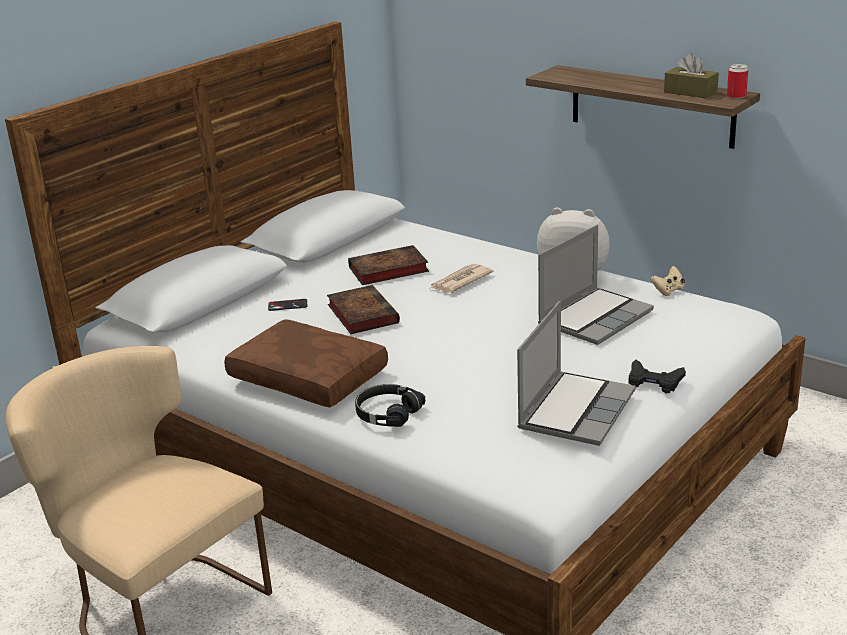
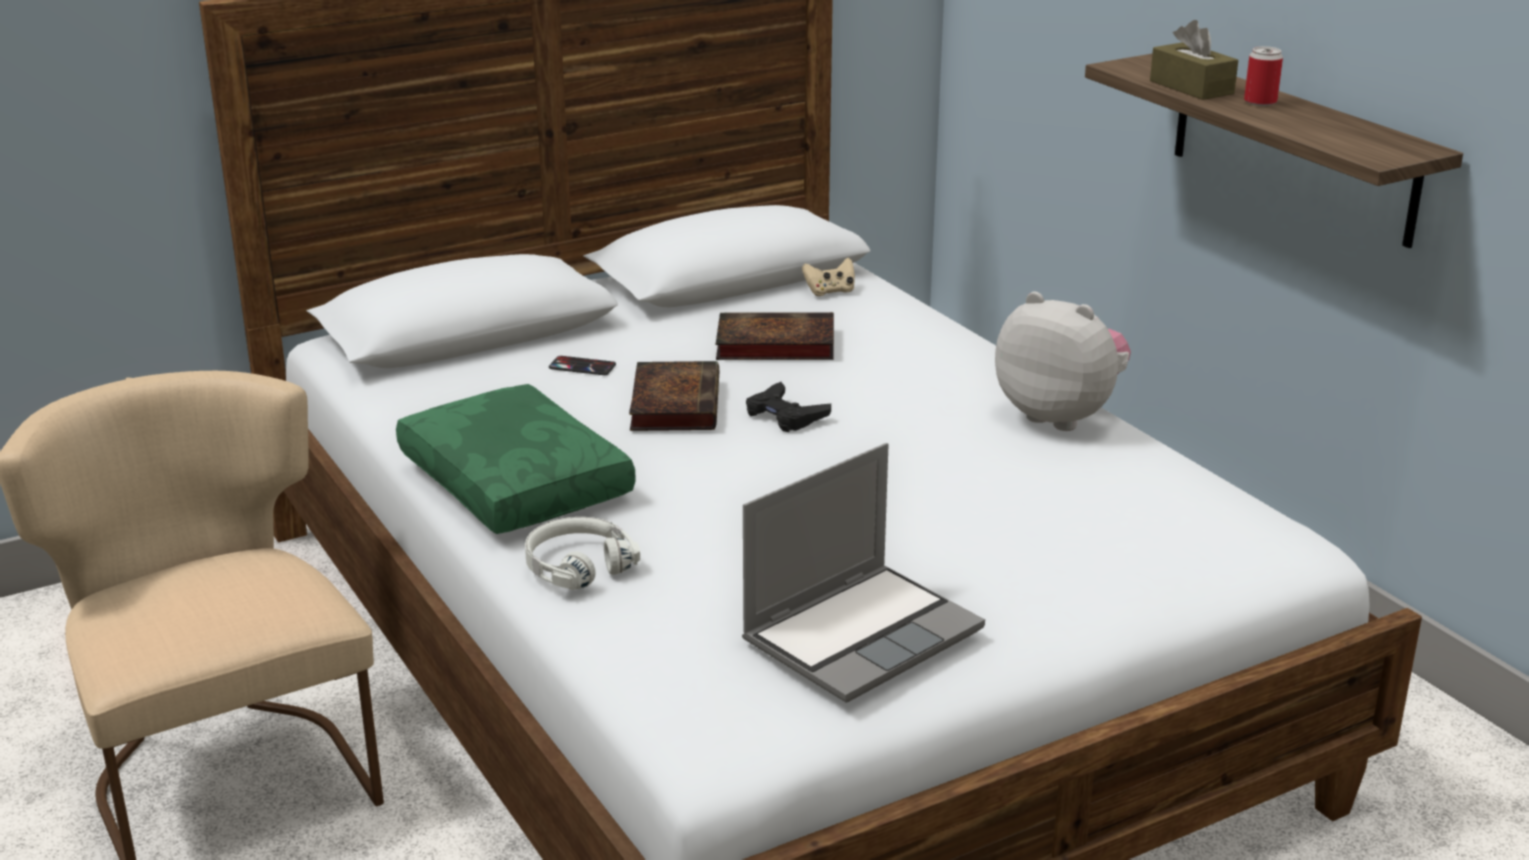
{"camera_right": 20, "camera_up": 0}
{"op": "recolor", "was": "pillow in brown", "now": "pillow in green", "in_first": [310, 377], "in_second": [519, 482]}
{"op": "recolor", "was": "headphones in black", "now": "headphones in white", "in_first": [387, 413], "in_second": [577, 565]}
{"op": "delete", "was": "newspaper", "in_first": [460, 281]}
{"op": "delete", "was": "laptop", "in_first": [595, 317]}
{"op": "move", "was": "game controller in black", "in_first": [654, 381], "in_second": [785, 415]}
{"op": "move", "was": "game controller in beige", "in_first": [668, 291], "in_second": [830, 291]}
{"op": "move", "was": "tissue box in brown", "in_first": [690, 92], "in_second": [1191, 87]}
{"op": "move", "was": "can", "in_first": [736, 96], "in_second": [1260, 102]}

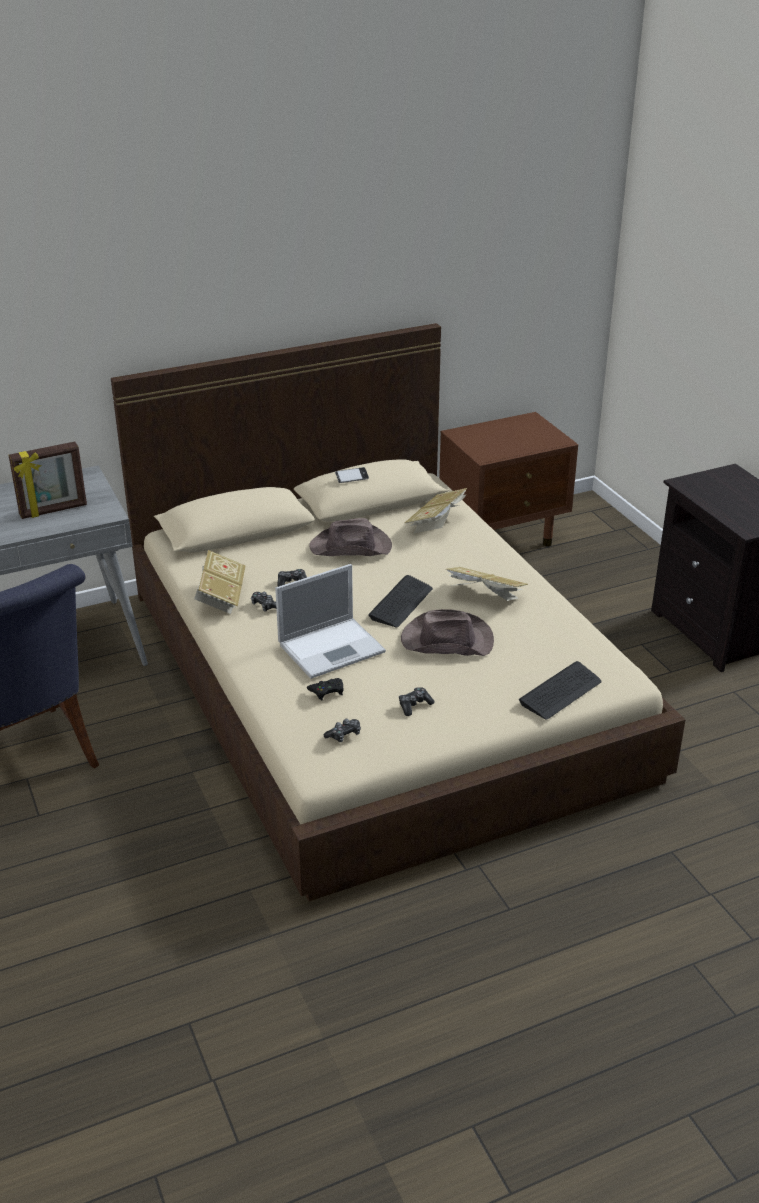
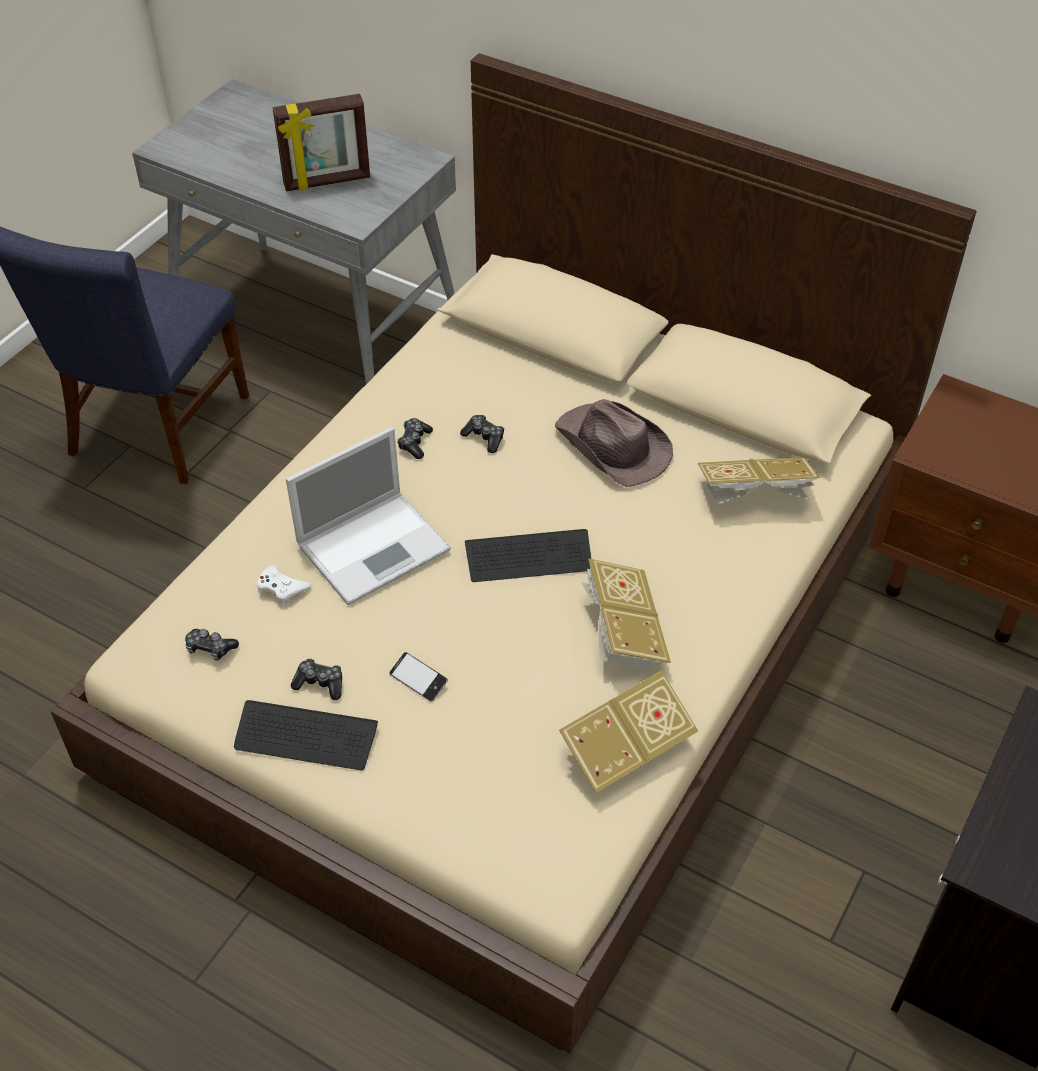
{"camera_right": 55, "camera_up": 15}
{"op": "rotate", "was": "picture frame", "in_first": [53, 510], "in_second": [327, 182], "clockwise": -45}
{"op": "move", "was": "book", "in_first": [221, 596], "in_second": [624, 749]}
{"op": "rotate", "was": "laptop", "in_first": [333, 647], "in_second": [375, 546], "clockwise": -60}
{"op": "recolor", "was": "game controller in black", "now": "game controller in white", "in_first": [327, 691], "in_second": [282, 588]}
{"op": "move", "was": "phone", "in_first": [352, 478], "in_second": [418, 680]}
{"op": "delete", "was": "hat in brown", "in_first": [446, 640]}
{"op": "move", "was": "keyboard", "in_first": [560, 692], "in_second": [306, 737]}

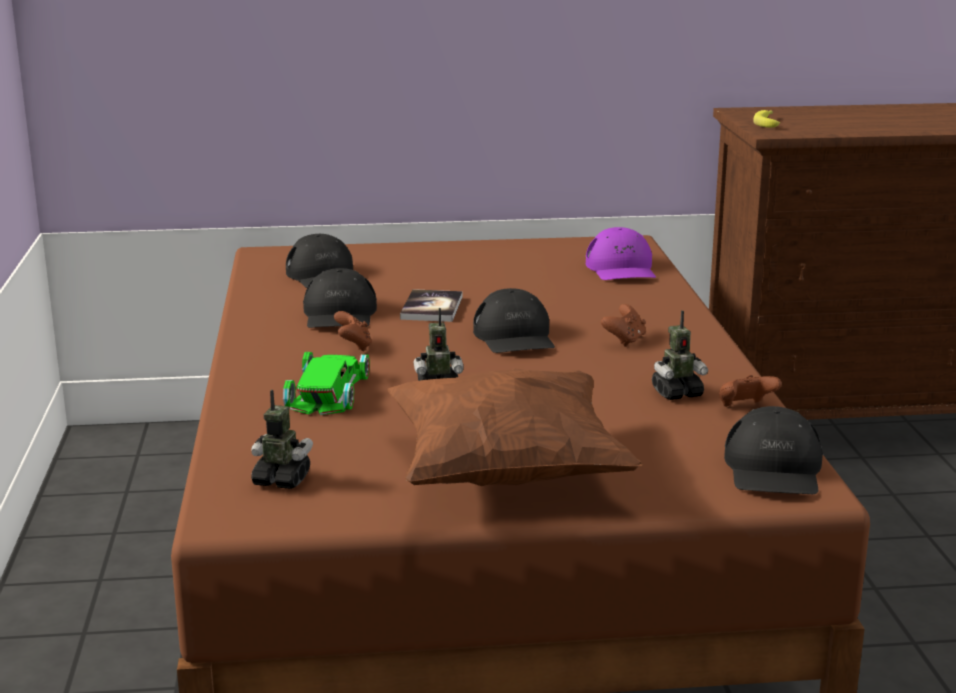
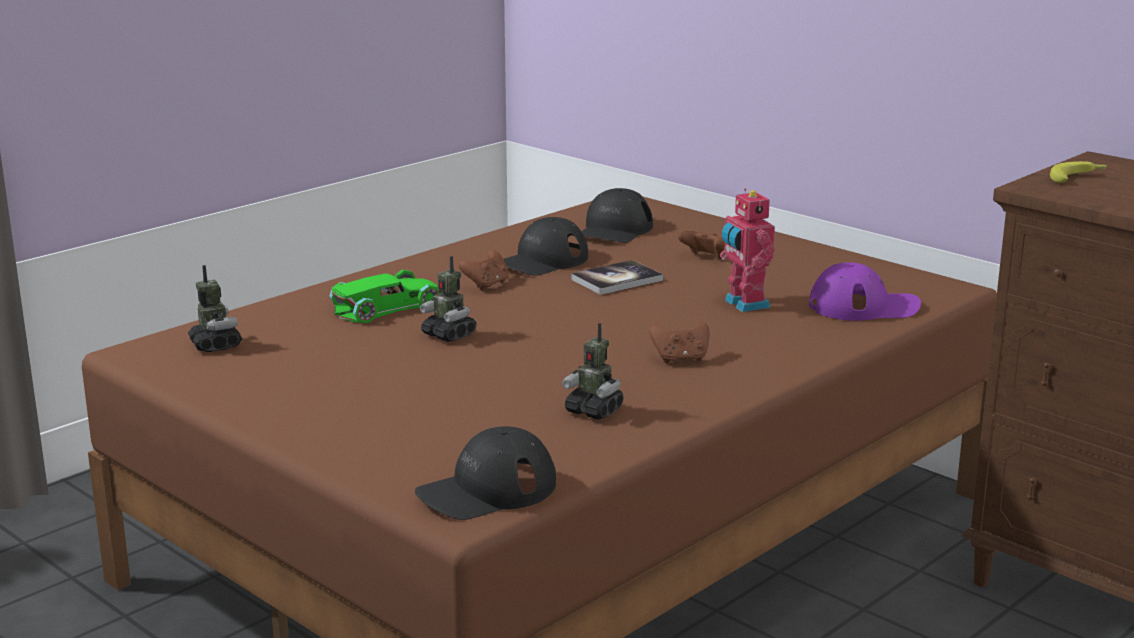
{"camera_right": 50, "camera_up": 0}
{"op": "delete", "was": "pillow in brown", "in_first": [506, 472]}
{"op": "delete", "was": "cap in black", "in_first": [515, 337]}
{"op": "rotate", "was": "cap in purple", "in_first": [621, 269], "in_second": [864, 306], "clockwise": -135}
{"op": "move", "was": "game controller in brown", "in_first": [745, 407], "in_second": [704, 258]}
{"op": "insert", "now": "toy robot", "in_second": [744, 304]}

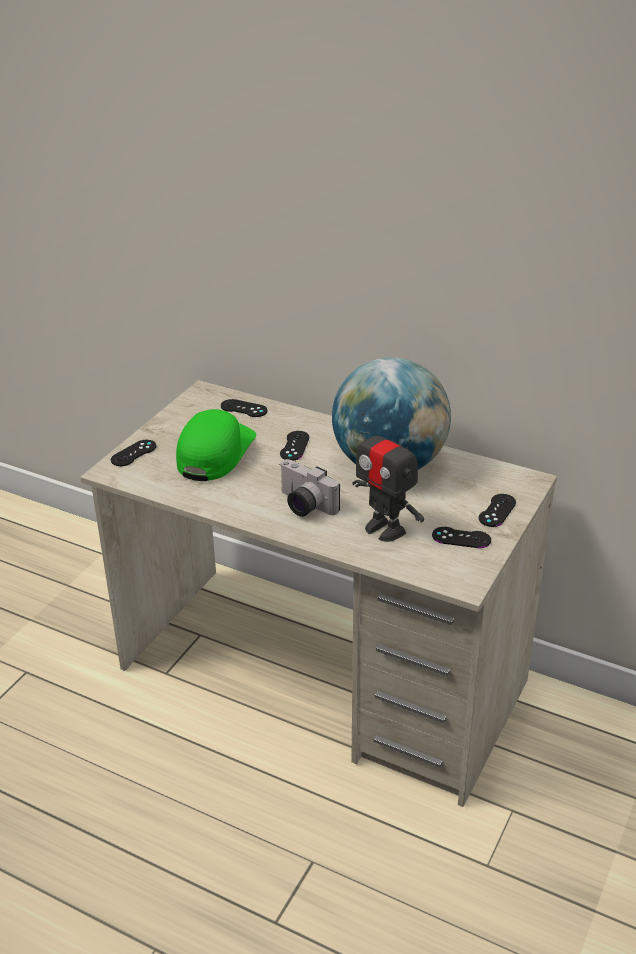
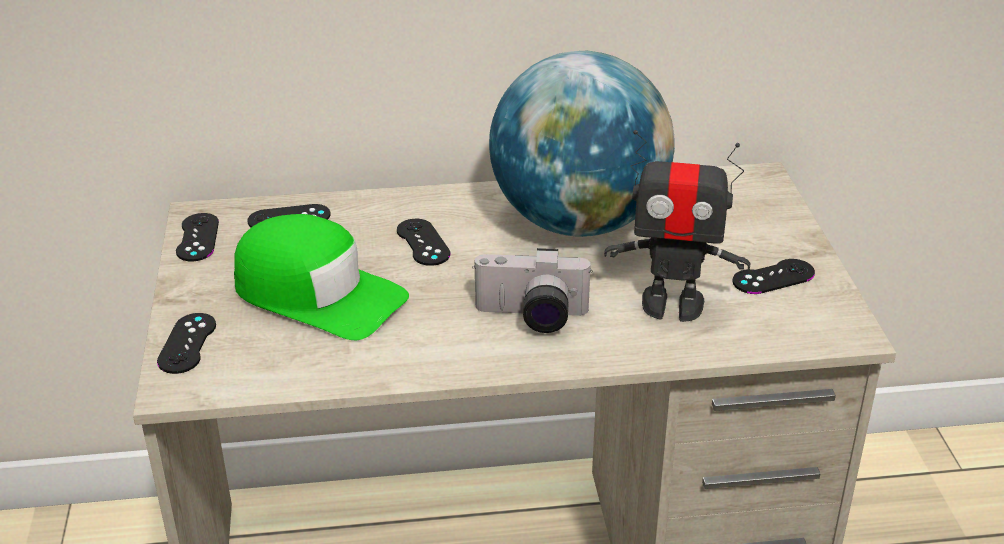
{"camera_right": -35, "camera_up": 0}
{"op": "rotate", "was": "cap in green", "in_first": [215, 452], "in_second": [317, 294], "clockwise": 135}
{"op": "move", "was": "game controller in black", "in_first": [497, 510], "in_second": [197, 237]}

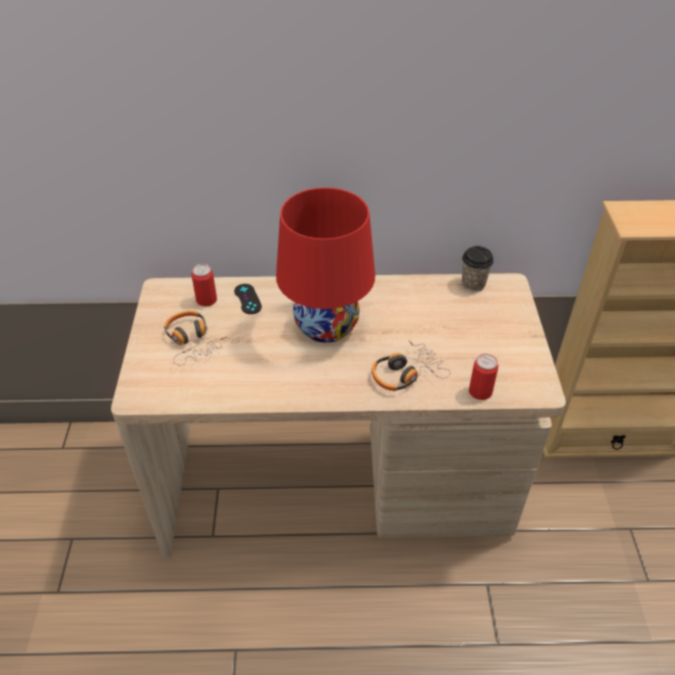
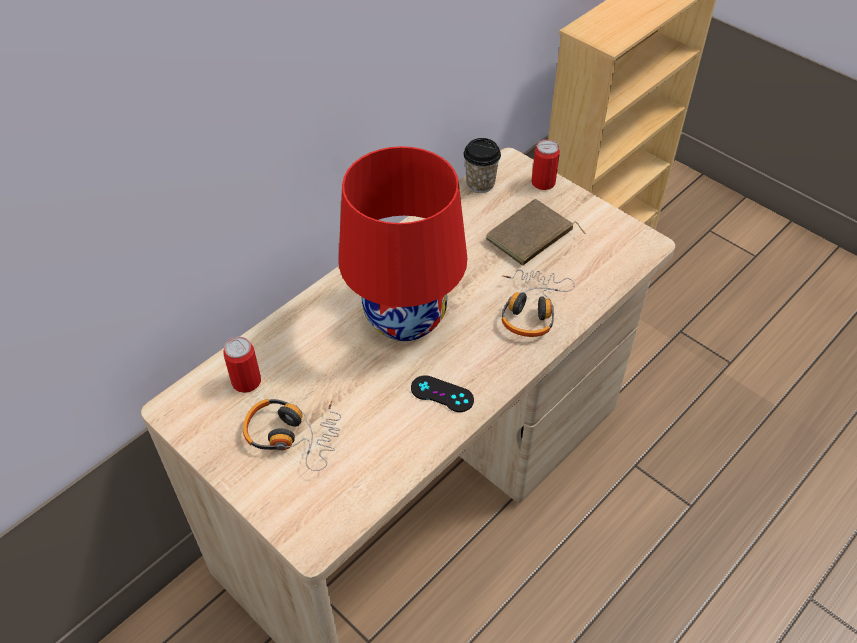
{"camera_right": -45, "camera_up": 5}
{"op": "move", "was": "game controller in black", "in_first": [247, 299], "in_second": [442, 394]}
{"op": "move", "was": "can", "in_first": [480, 391], "in_second": [543, 182]}
{"op": "insert", "now": "book in brown", "in_second": [531, 237]}

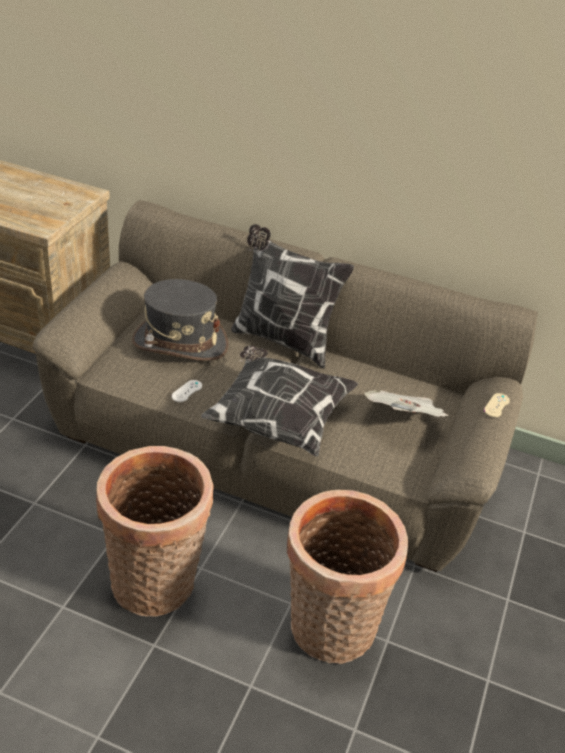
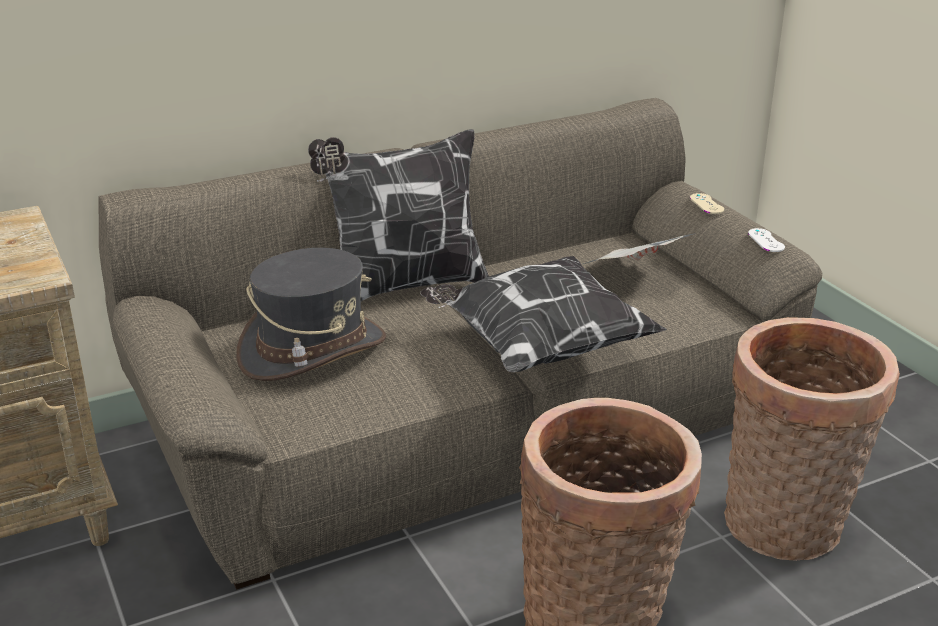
{"camera_right": -45, "camera_up": -10}
{"op": "move", "was": "game controller in white", "in_first": [187, 391], "in_second": [766, 240]}

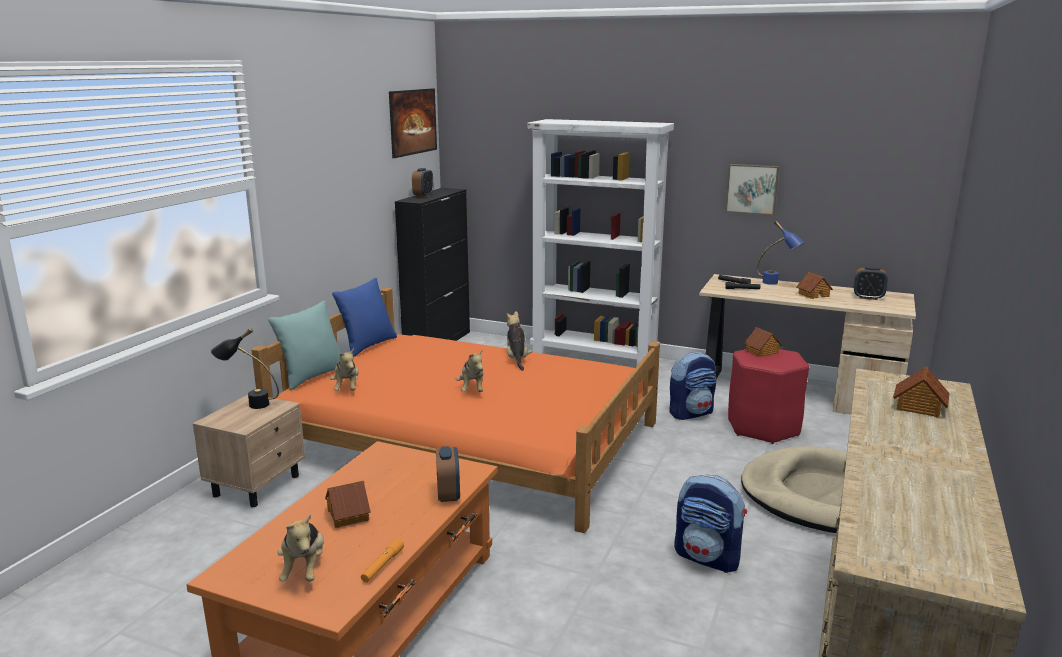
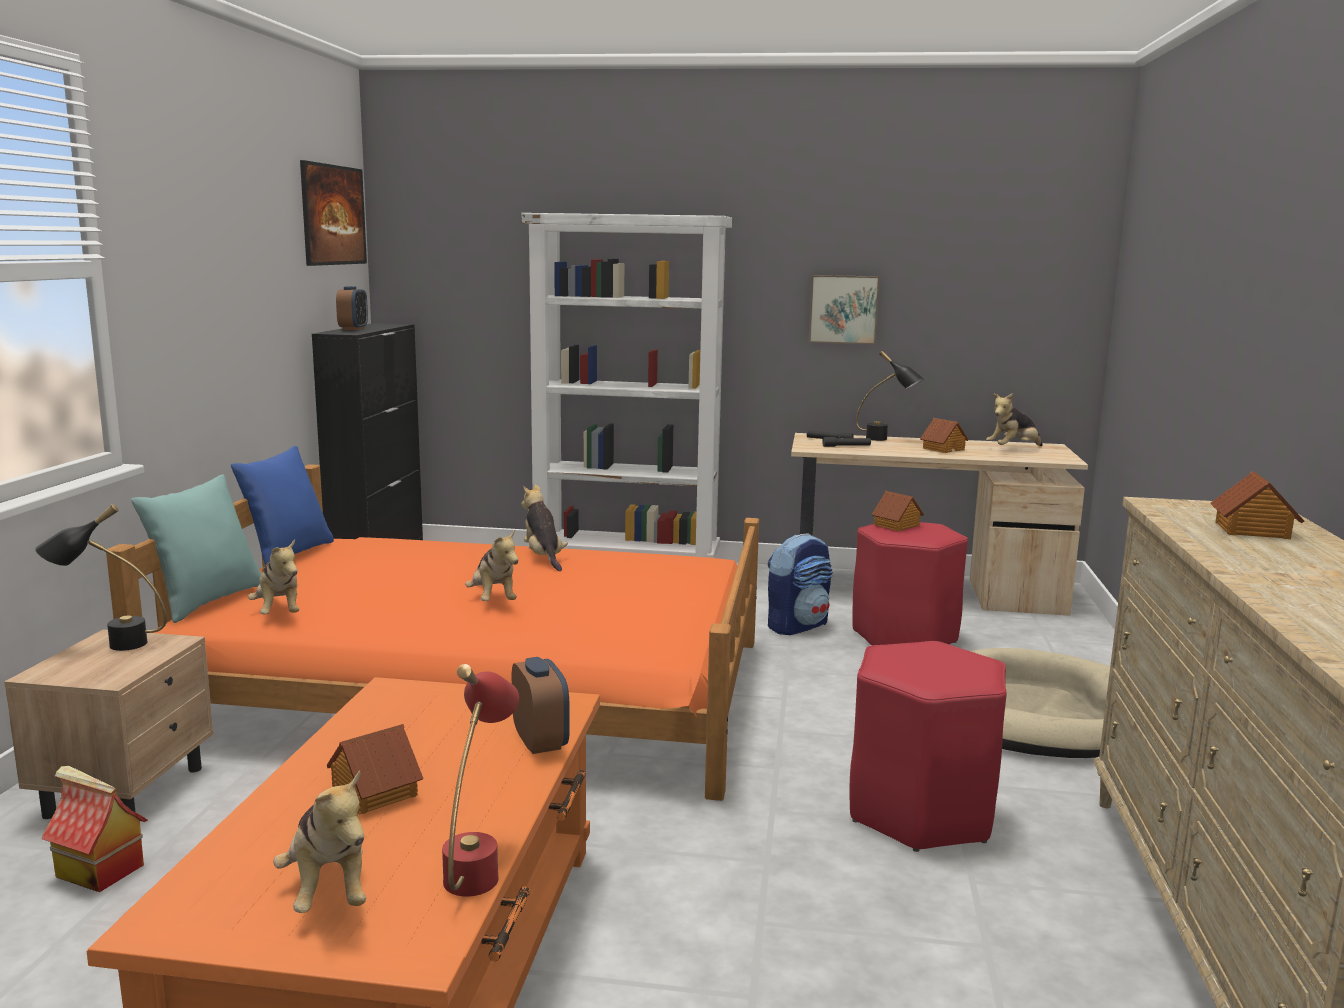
{"camera_right": -15, "camera_up": -5}
{"op": "replace", "was": "flashlight in orange", "now": "table lamp in red", "in_first": [382, 566], "in_second": [479, 865]}
{"op": "replace", "was": "backpack", "now": "stool in red", "in_first": [708, 558], "in_second": [921, 813]}
{"op": "recolor", "was": "table lamp in blue", "now": "table lamp in black", "in_first": [776, 284], "in_second": [886, 440]}
{"op": "replace", "was": "alarm clock", "now": "plush toy", "in_first": [868, 297], "in_second": [1013, 449]}
{"op": "insert", "now": "toy house", "in_second": [98, 871]}

